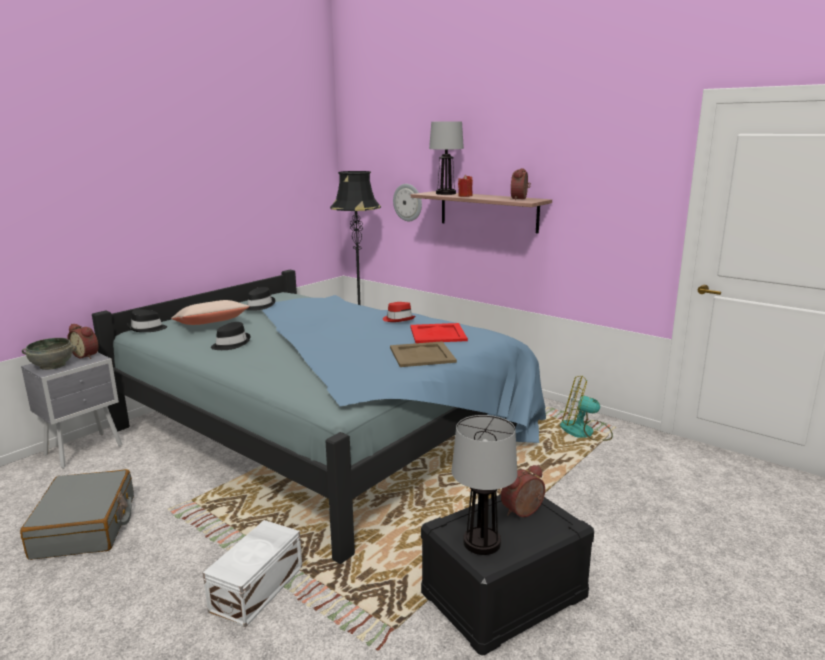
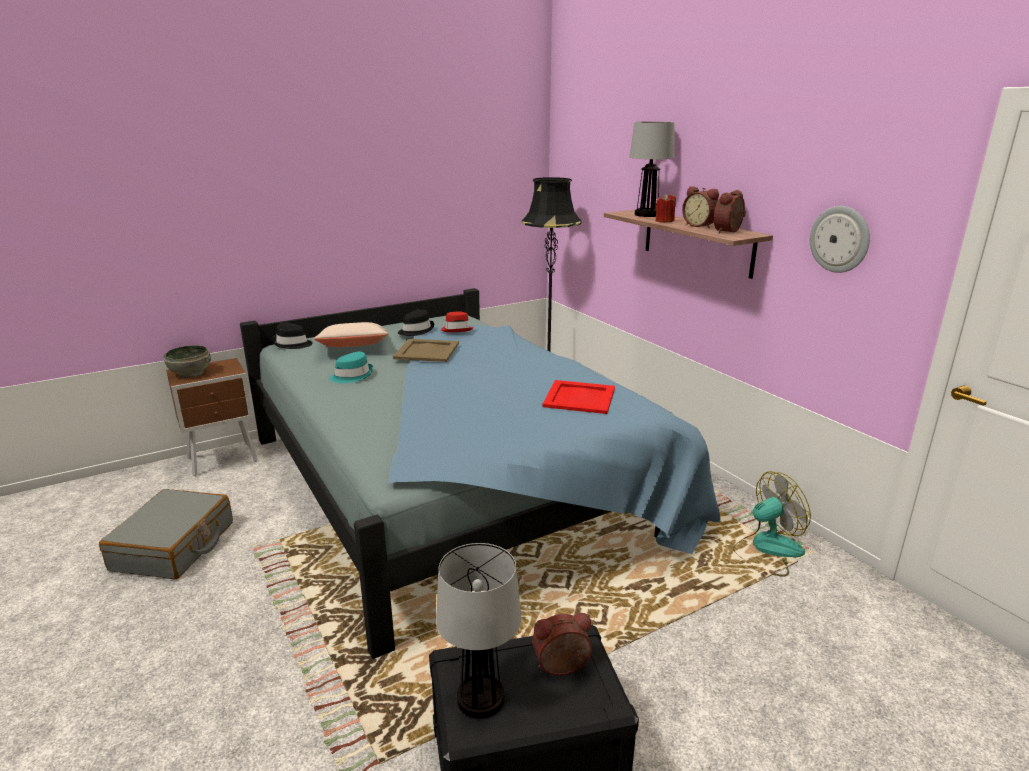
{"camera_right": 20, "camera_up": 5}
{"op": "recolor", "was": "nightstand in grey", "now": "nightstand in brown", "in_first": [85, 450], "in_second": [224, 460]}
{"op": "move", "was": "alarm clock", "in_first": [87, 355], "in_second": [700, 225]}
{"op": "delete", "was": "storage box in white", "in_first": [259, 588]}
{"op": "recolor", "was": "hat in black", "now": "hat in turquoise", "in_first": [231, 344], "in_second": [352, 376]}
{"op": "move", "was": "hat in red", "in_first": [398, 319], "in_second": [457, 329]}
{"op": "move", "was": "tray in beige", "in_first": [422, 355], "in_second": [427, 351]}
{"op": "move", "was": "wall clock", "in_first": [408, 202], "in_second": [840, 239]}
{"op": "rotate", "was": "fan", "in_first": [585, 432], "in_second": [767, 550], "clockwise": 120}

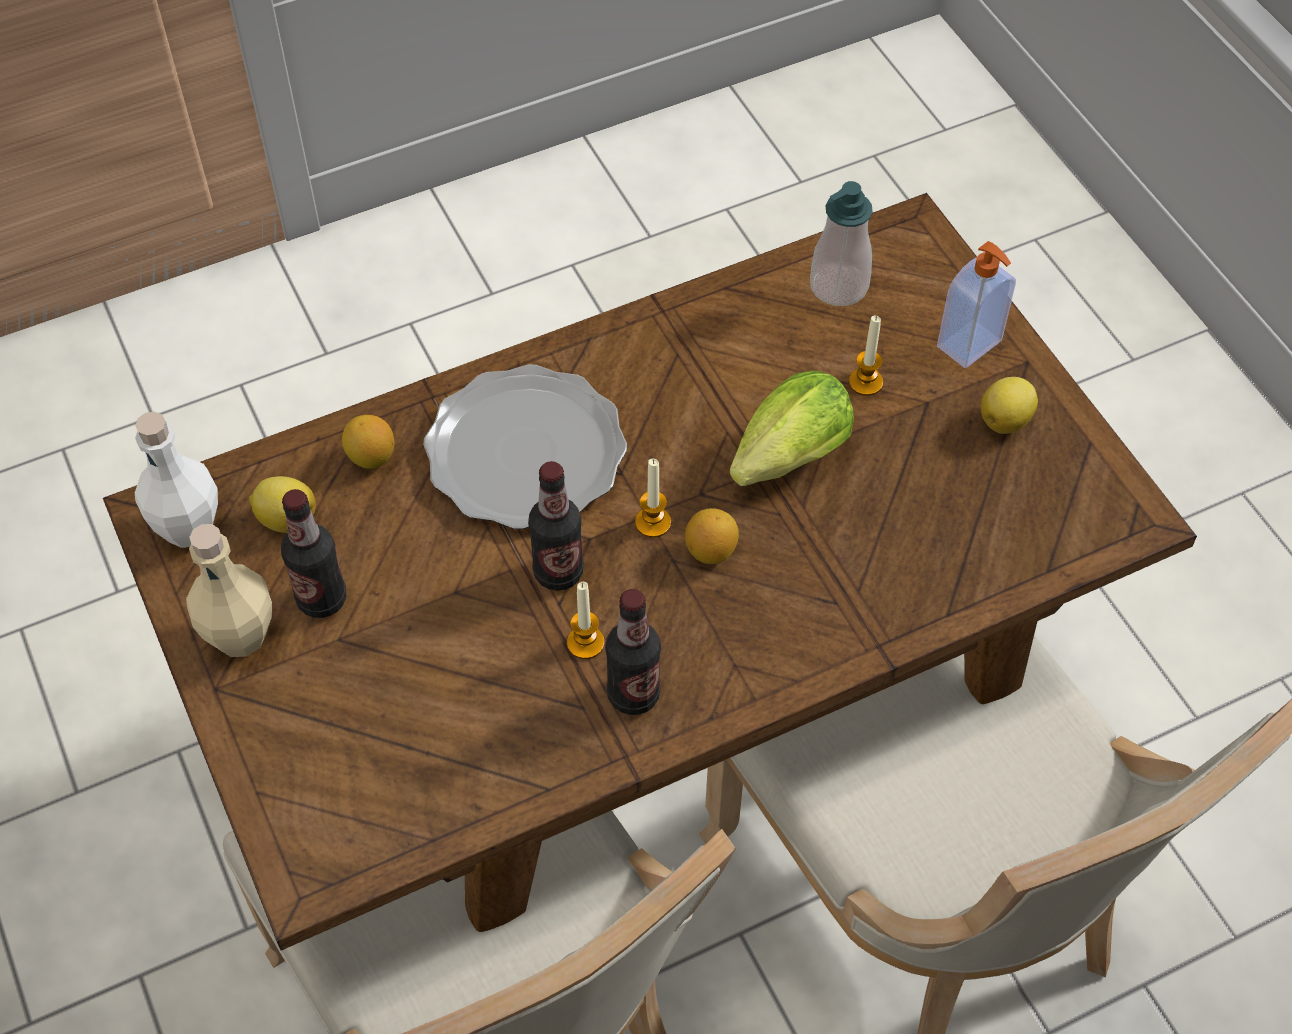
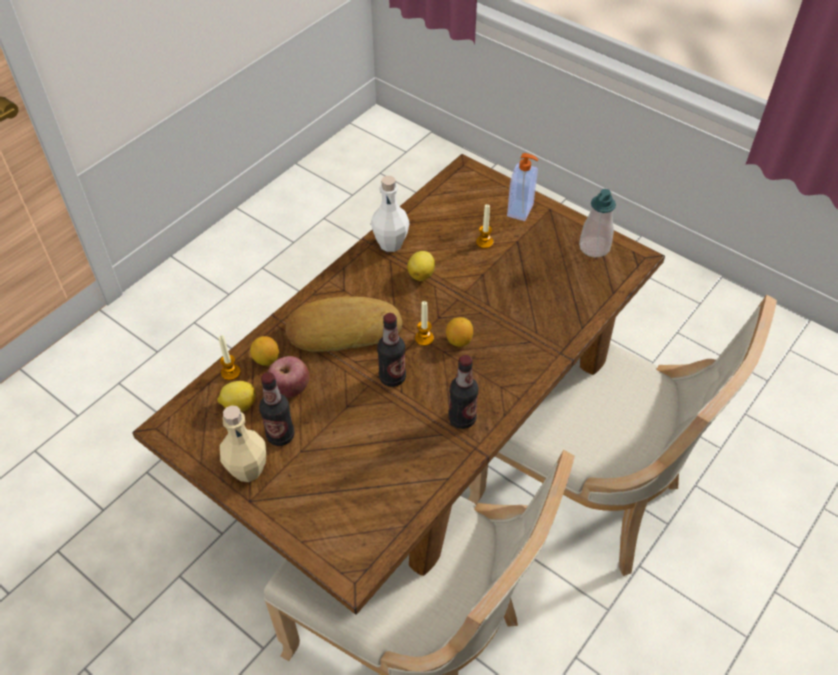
{"camera_right": -25, "camera_up": -5}
{"op": "move", "was": "bottle in white", "in_first": [188, 528], "in_second": [391, 243]}
{"op": "replace", "was": "plate", "now": "bread", "in_first": [525, 451], "in_second": [343, 329]}
{"op": "move", "was": "candle", "in_first": [585, 643], "in_second": [230, 372]}
{"op": "delete", "was": "lettuce", "in_first": [784, 461]}
{"op": "move", "was": "soap dispenser", "in_first": [839, 286], "in_second": [594, 247]}
{"op": "move", "was": "lemon", "in_first": [1006, 420], "in_second": [421, 274]}
{"op": "insert", "now": "apple", "in_second": [290, 389]}

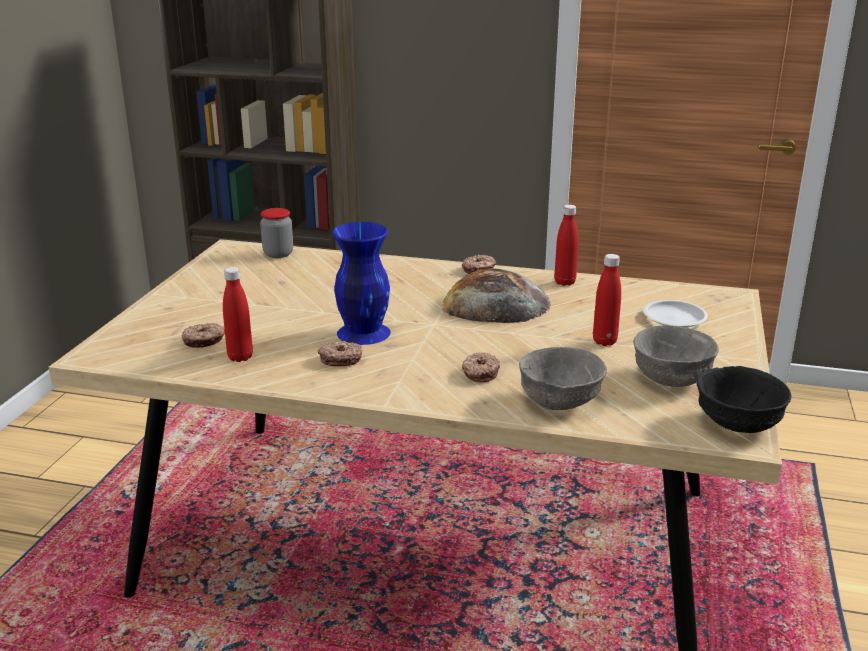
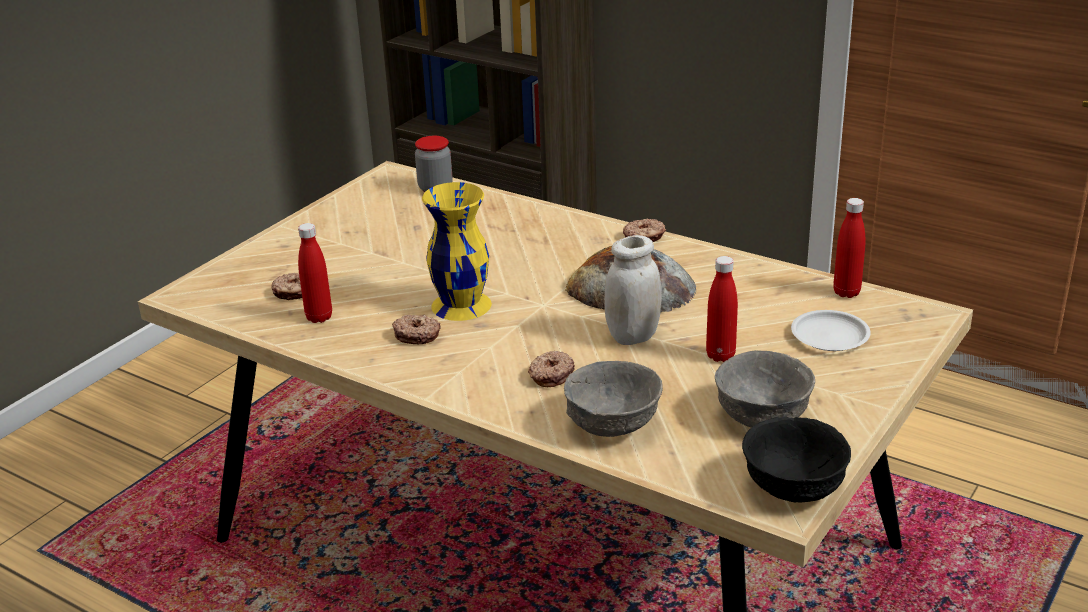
{"camera_right": 20, "camera_up": 5}
{"op": "recolor", "was": "vase in blue", "now": "vase in yellow", "in_first": [362, 332], "in_second": [460, 304]}
{"op": "move", "was": "bottle in red", "in_first": [564, 282], "in_second": [846, 292]}
{"op": "insert", "now": "jar in white", "in_second": [633, 336]}

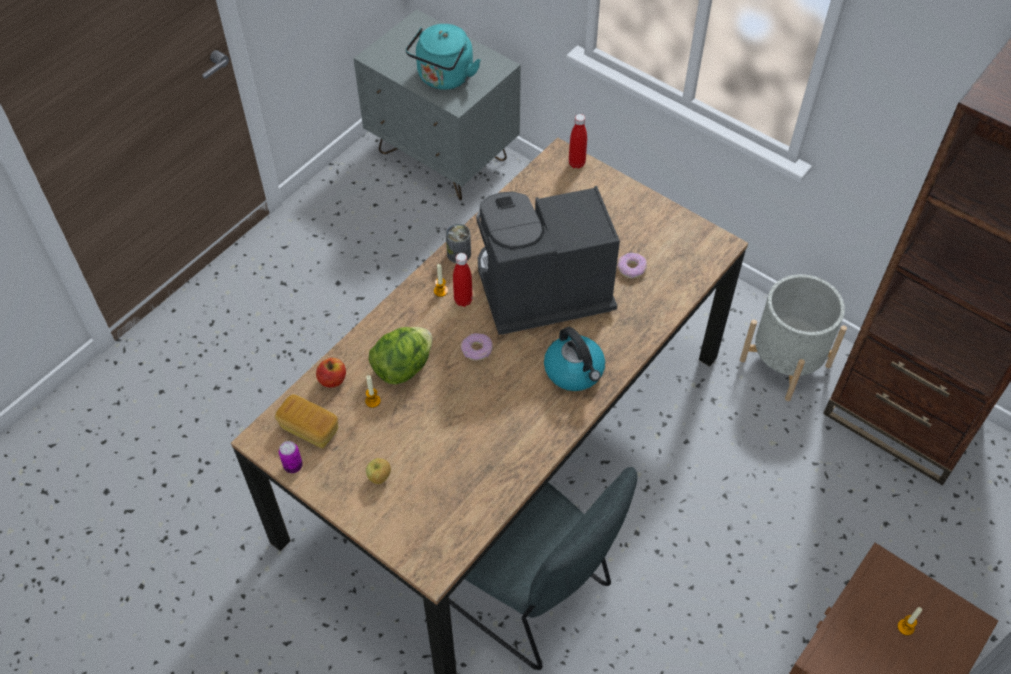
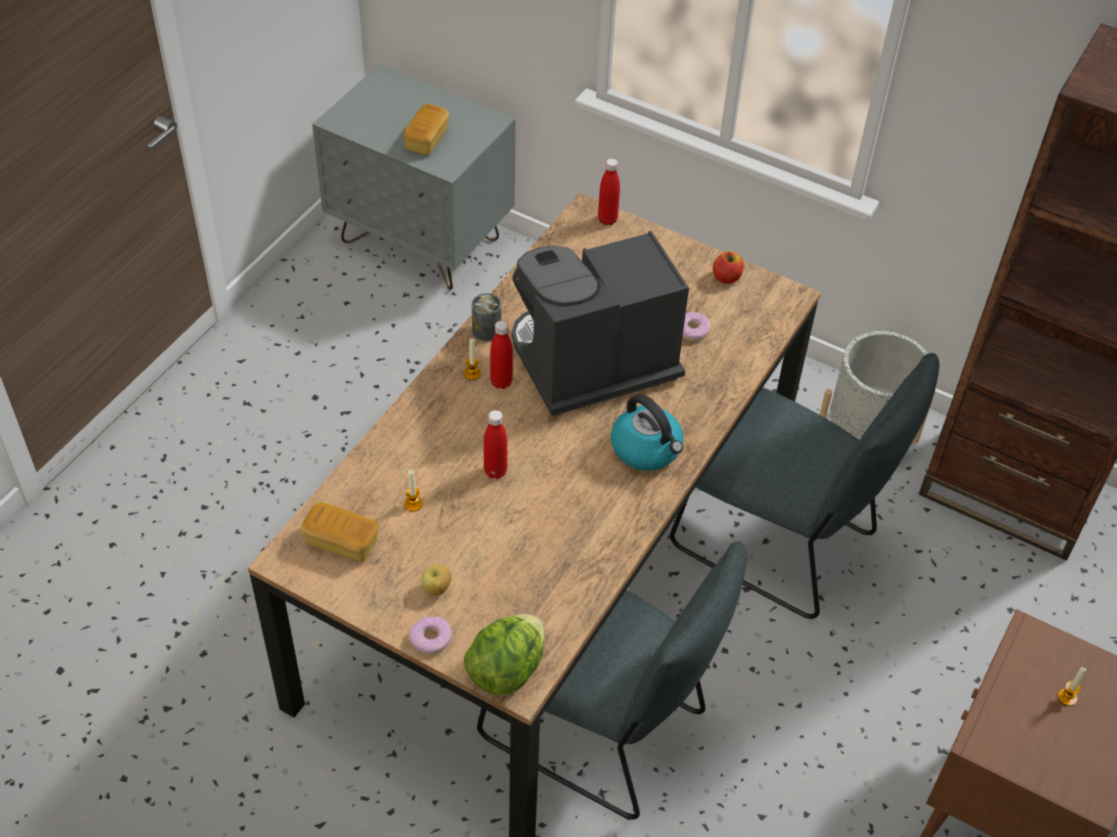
{"camera_right": -10, "camera_up": -5}
{"op": "delete", "was": "can", "in_first": [293, 466]}
{"op": "move", "was": "apple", "in_first": [332, 380], "in_second": [726, 277]}
{"op": "move", "was": "lettuce", "in_first": [402, 367], "in_second": [506, 670]}
{"op": "replace", "was": "kettle in turquoise", "now": "bread", "in_first": [444, 78], "in_second": [426, 140]}
{"op": "move", "was": "donut", "in_first": [477, 350], "in_second": [431, 639]}
{"op": "insert", "now": "bottle in red", "in_second": [495, 471]}
{"op": "insert", "now": "chair in grey", "in_second": [781, 545]}

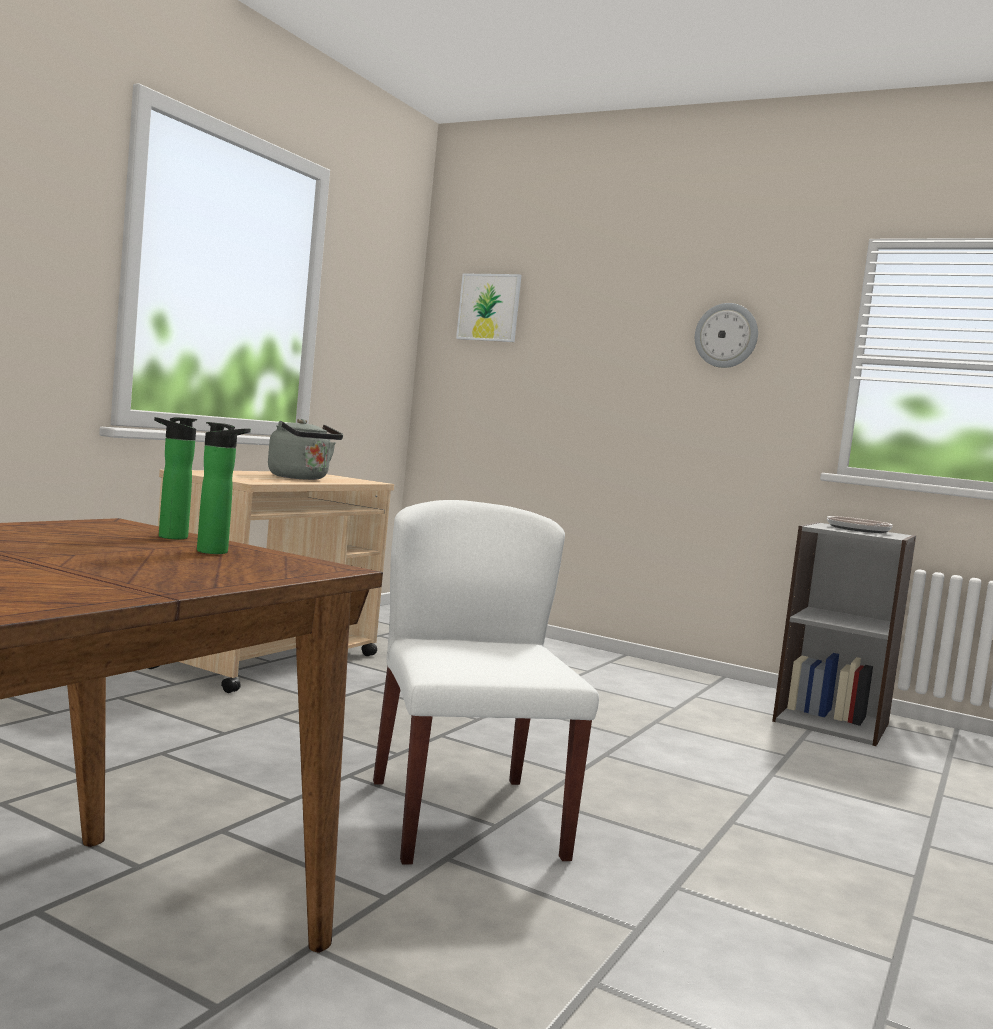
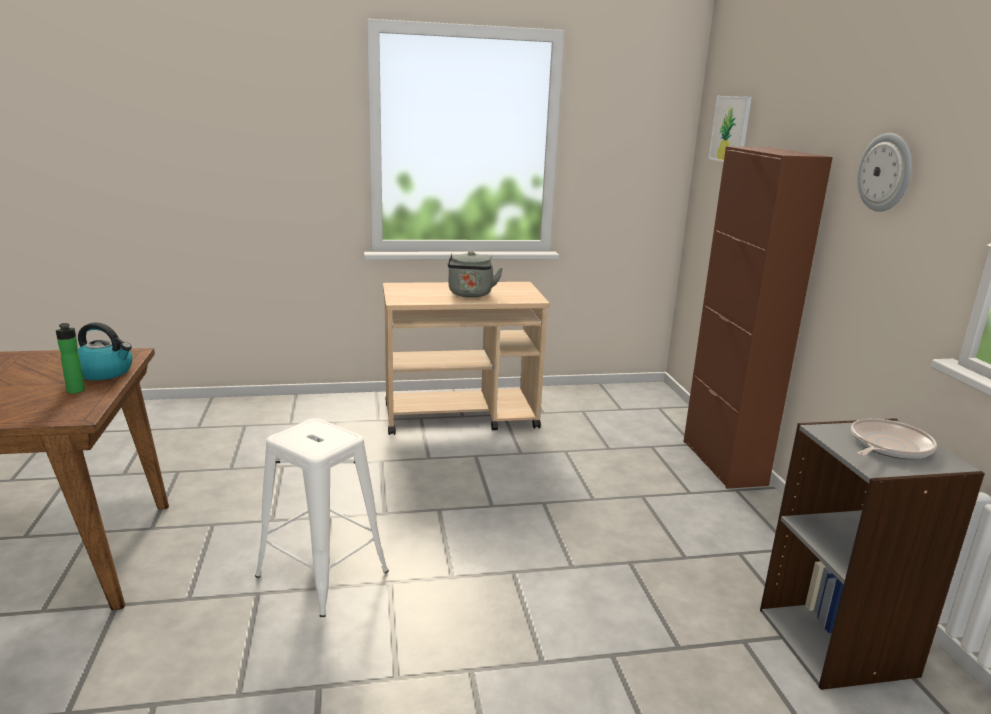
{"camera_right": 50, "camera_up": 15}
{"op": "replace", "was": "bottle", "now": "kettle", "in_first": [168, 537], "in_second": [105, 372]}
{"op": "replace", "was": "chair in white", "now": "stool in white", "in_first": [464, 817], "in_second": [321, 573]}
{"op": "insert", "now": "cabinet in brown", "in_second": [723, 462]}

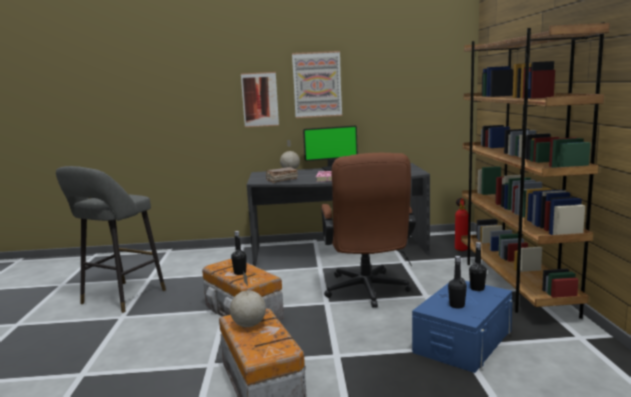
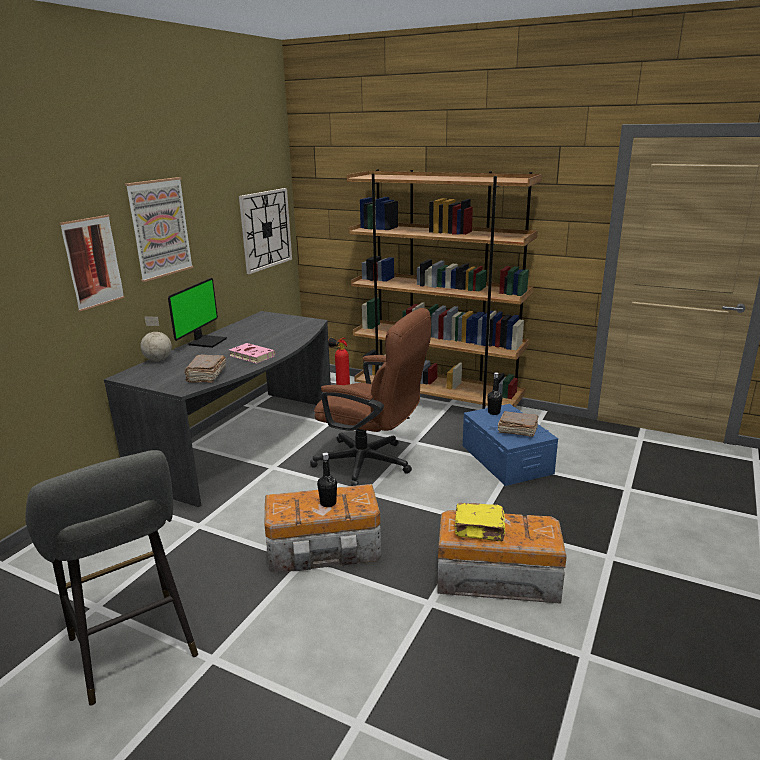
{"camera_right": -60, "camera_up": 10}
{"op": "replace", "was": "globe", "now": "book in yellow", "in_first": [249, 325], "in_second": [480, 530]}
{"op": "replace", "was": "bottle in black", "now": "book in brown", "in_first": [457, 305], "in_second": [517, 430]}
{"op": "insert", "now": "wall clock", "in_second": [266, 229]}

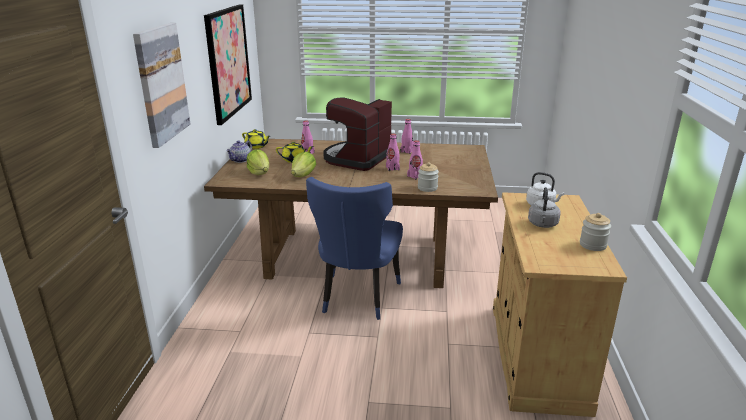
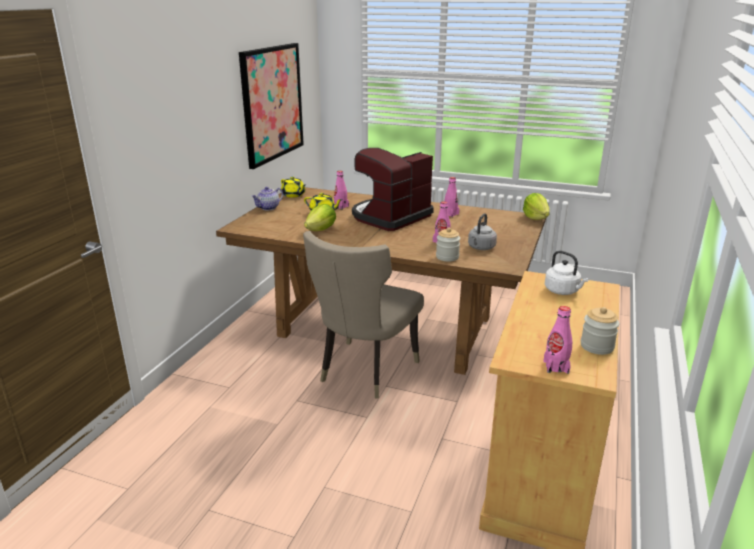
{"camera_right": 15, "camera_up": 0}
{"op": "delete", "was": "picture", "in_first": [161, 83]}
{"op": "move", "was": "lettuce", "in_first": [259, 173], "in_second": [535, 218]}
{"op": "recolor", "was": "chair in blue", "now": "chair in beige", "in_first": [357, 298], "in_second": [364, 371]}
{"op": "move", "was": "bottle in pink", "in_first": [392, 168], "in_second": [556, 367]}
{"op": "move", "was": "kettle in grey", "in_first": [542, 224], "in_second": [480, 248]}

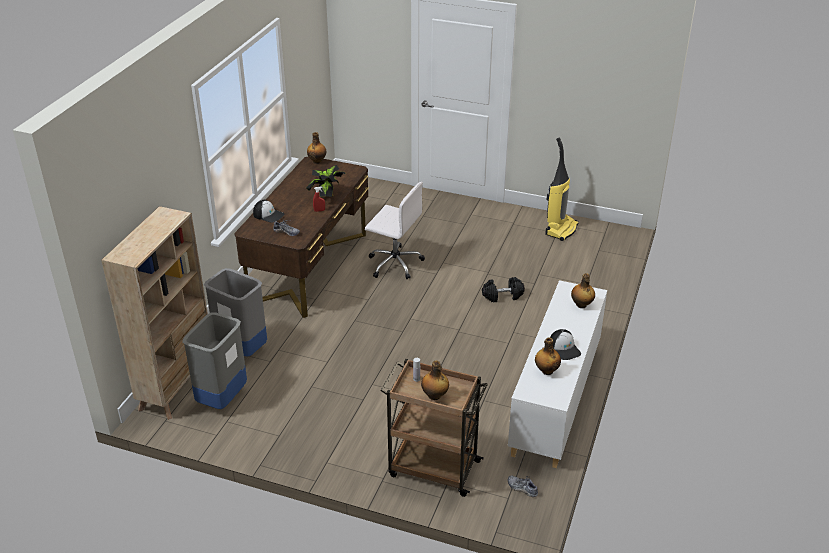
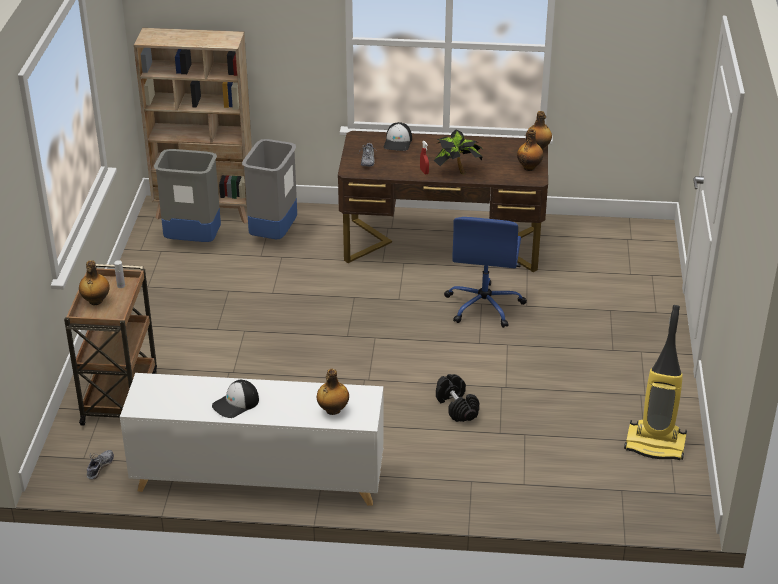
{"camera_right": 75, "camera_up": 0}
{"op": "recolor", "was": "office chair in white", "now": "office chair in blue", "in_first": [394, 263], "in_second": [484, 305]}
{"op": "move", "was": "bottle", "in_first": [546, 370], "in_second": [529, 167]}

